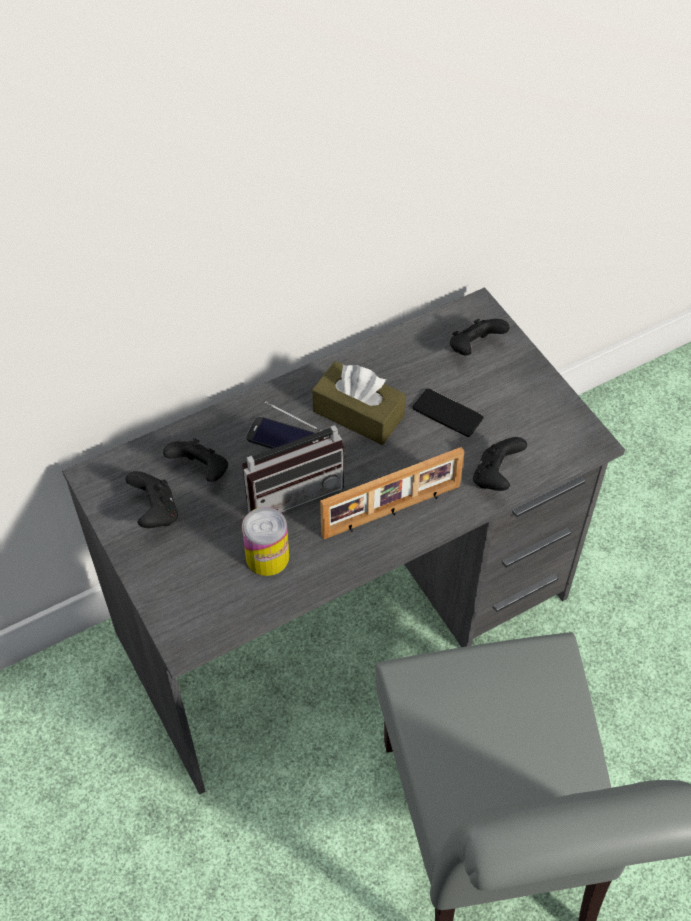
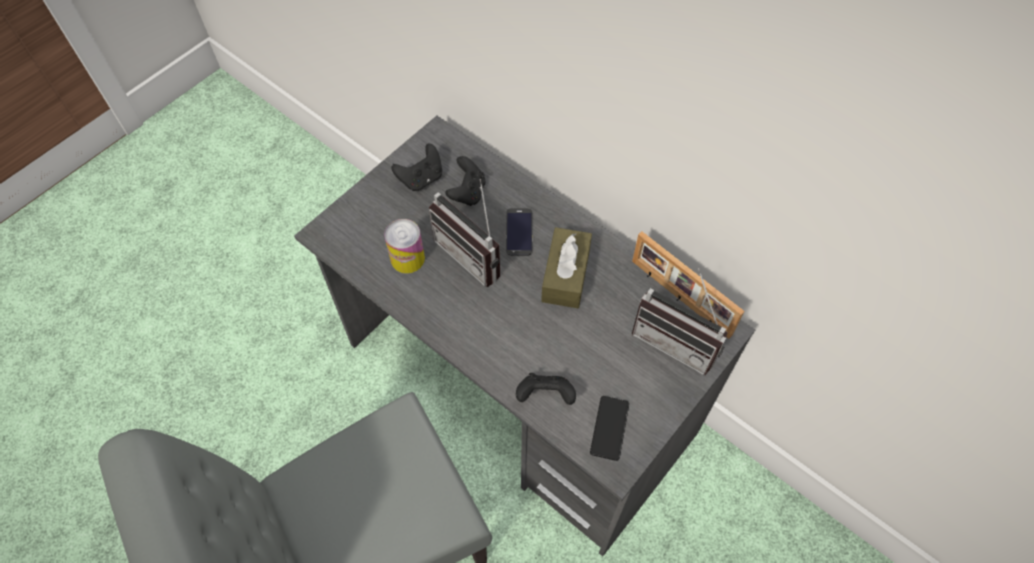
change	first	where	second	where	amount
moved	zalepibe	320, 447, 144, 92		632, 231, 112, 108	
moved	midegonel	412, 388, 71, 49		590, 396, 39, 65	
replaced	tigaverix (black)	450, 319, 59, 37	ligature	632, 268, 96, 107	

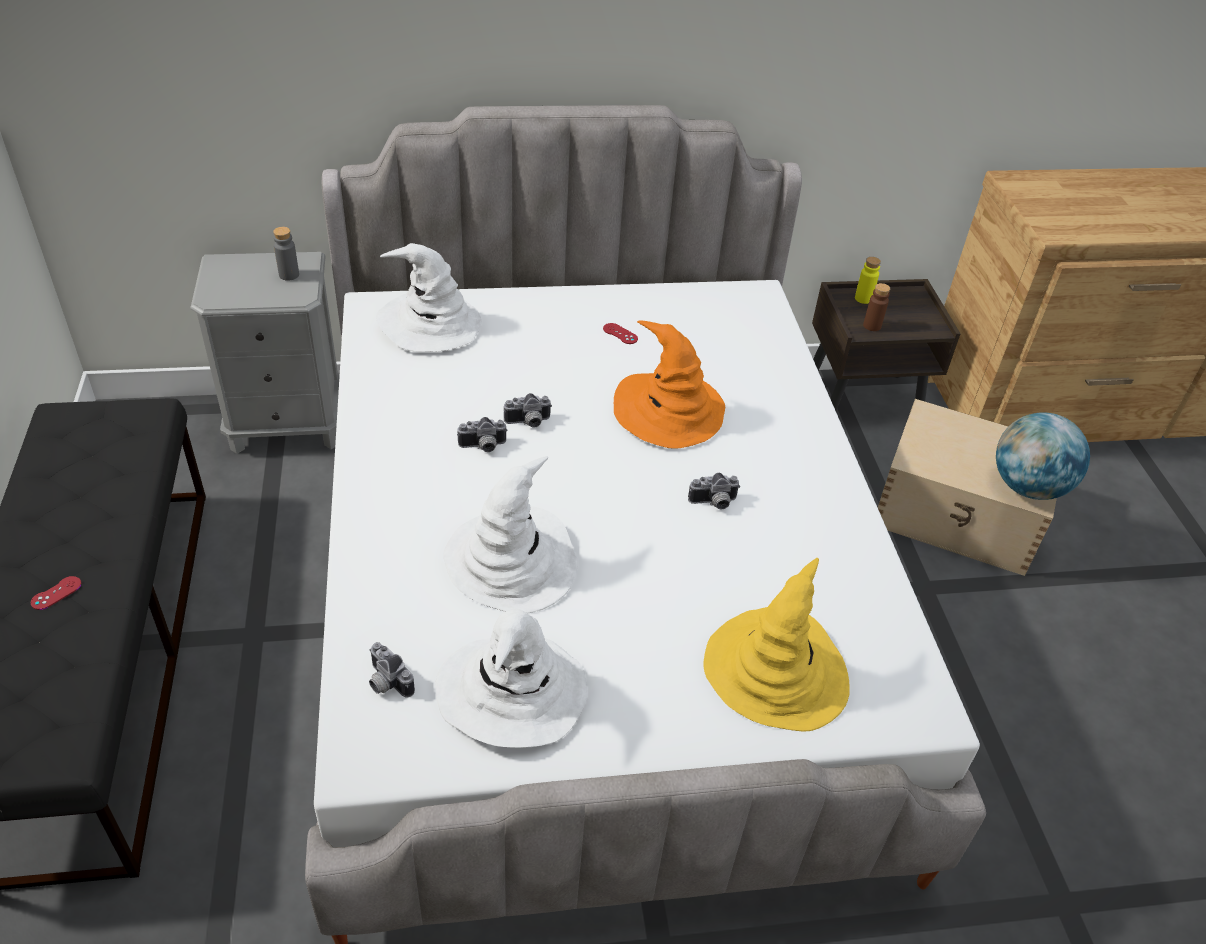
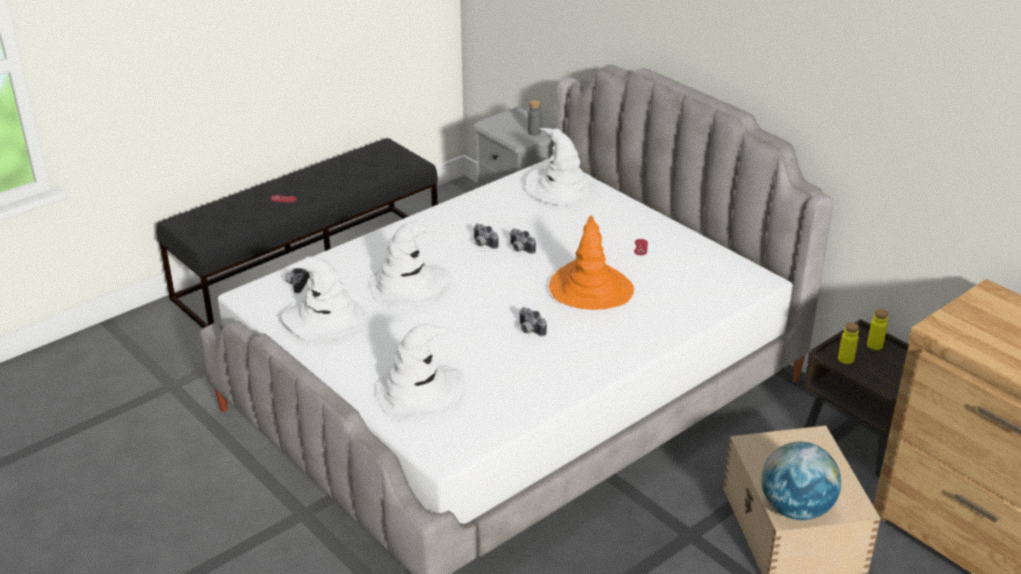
change	first	where	second	where	amount
recoloured	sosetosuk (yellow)	704, 558, 146, 174	sosetosuk (white)	376, 324, 90, 98	
recoloured	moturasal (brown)	863, 283, 27, 48	moturasal (yellow)	838, 322, 21, 42	

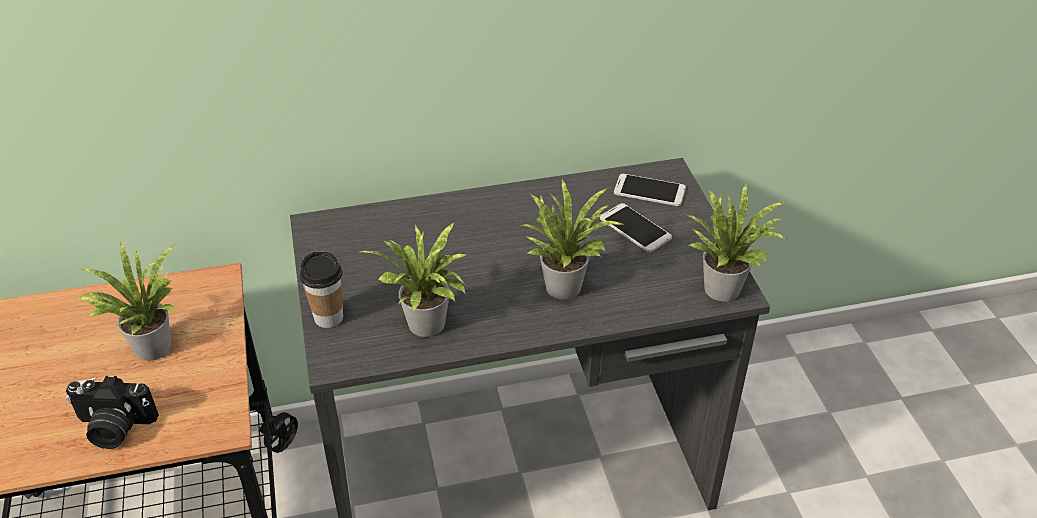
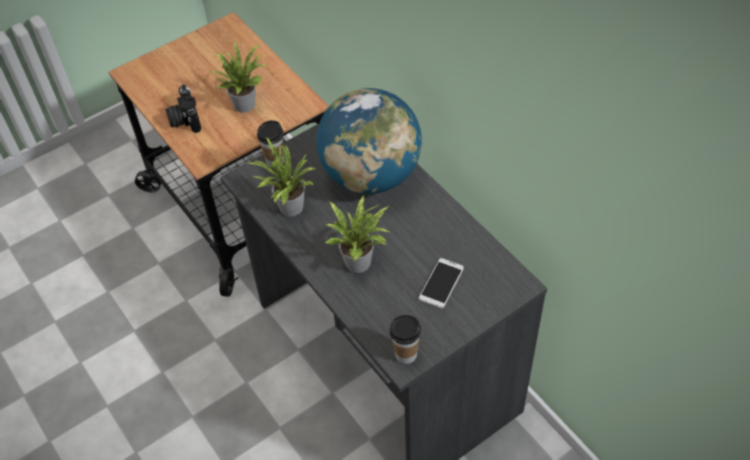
change	first	where	second	where	amount
removed	midegonel	614, 174, 72, 32			
added			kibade	316, 88, 106, 106	
replaced	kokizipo	686, 183, 101, 119	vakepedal	390, 315, 31, 49	

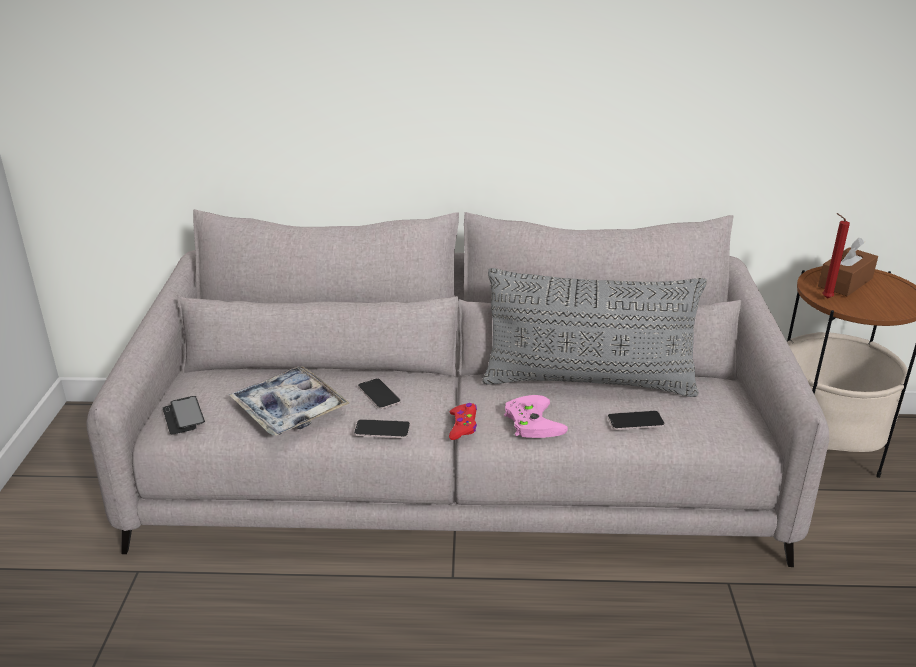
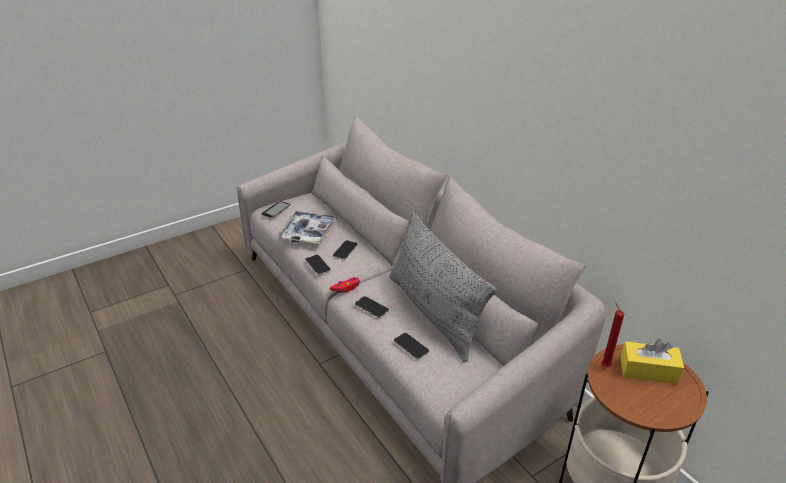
change	first	where	second	where	amount
replaced	tigaverix (pink)	504, 395, 64, 43	midegonel	355, 296, 34, 22	
recoloured	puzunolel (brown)	818, 238, 60, 58	puzunolel (yellow)	620, 339, 64, 45	

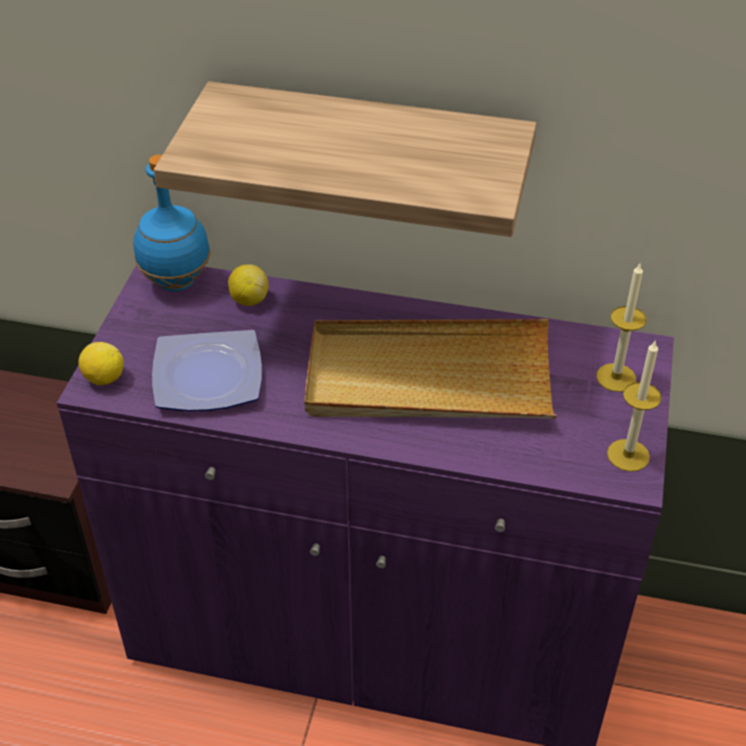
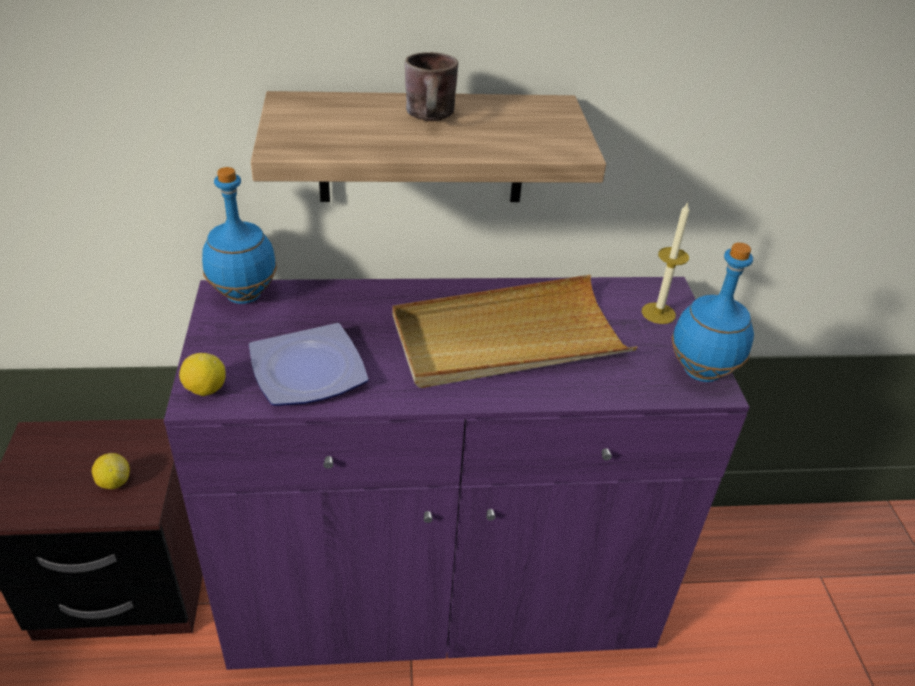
change	first	where	second	where	amount
added			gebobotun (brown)	405, 52, 53, 69	
moved	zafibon	228, 264, 41, 42		92, 453, 38, 36	
replaced	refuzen	607, 341, 55, 131	moturasal (blue)	672, 242, 82, 140	

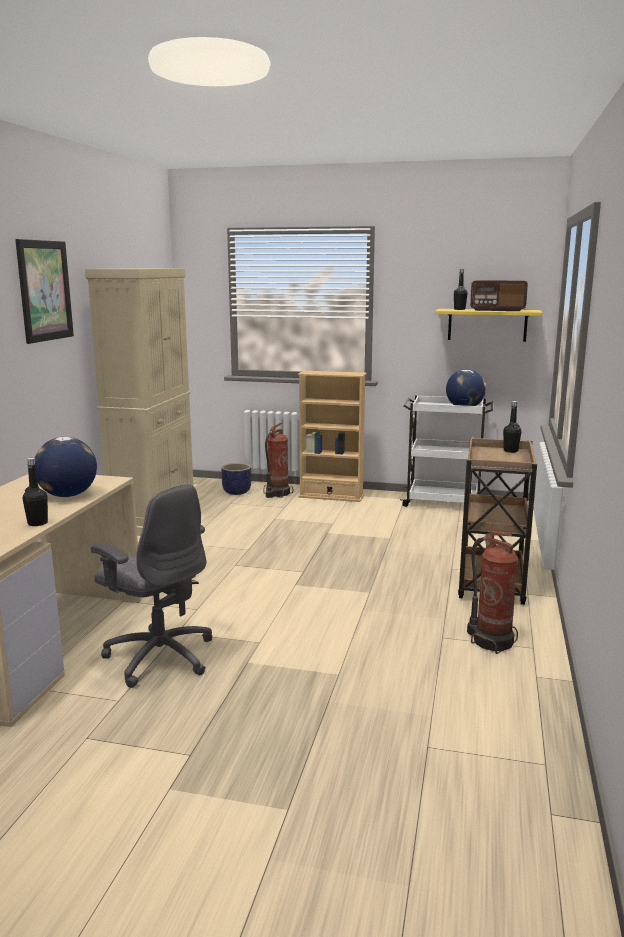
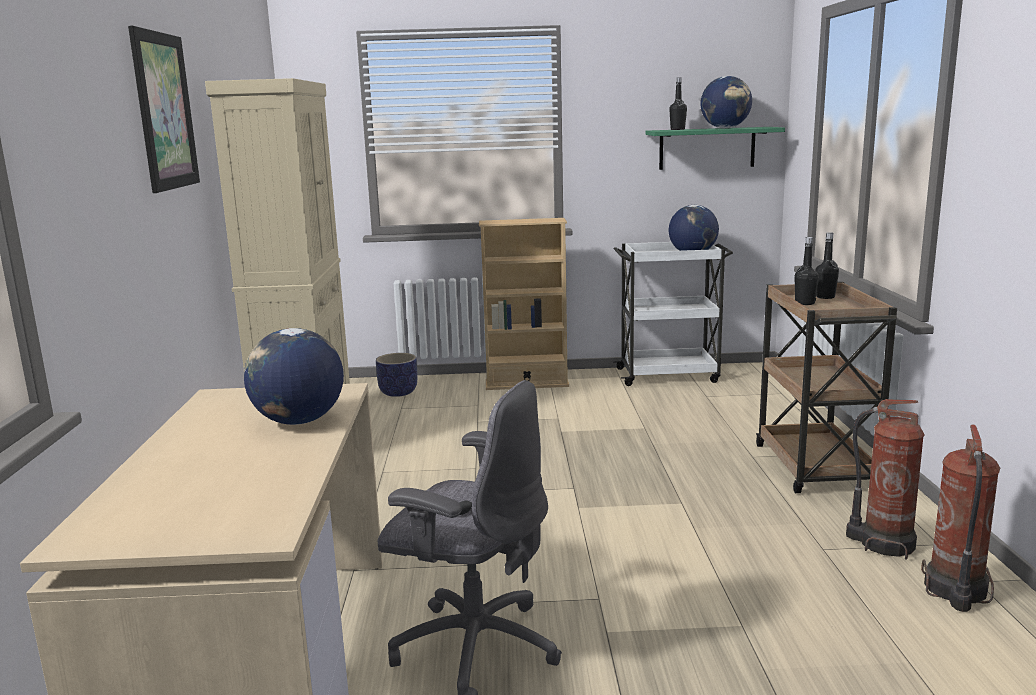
change	first	where	second	where	amount
moved	moturasal (black)	23, 458, 25, 68		795, 237, 24, 68	
moved	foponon	263, 423, 30, 75		921, 424, 79, 188	
replaced	ligature	470, 280, 58, 31	kibade	701, 76, 51, 52	
recoloured	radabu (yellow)	435, 309, 108, 33	radabu (green)	645, 127, 140, 43	

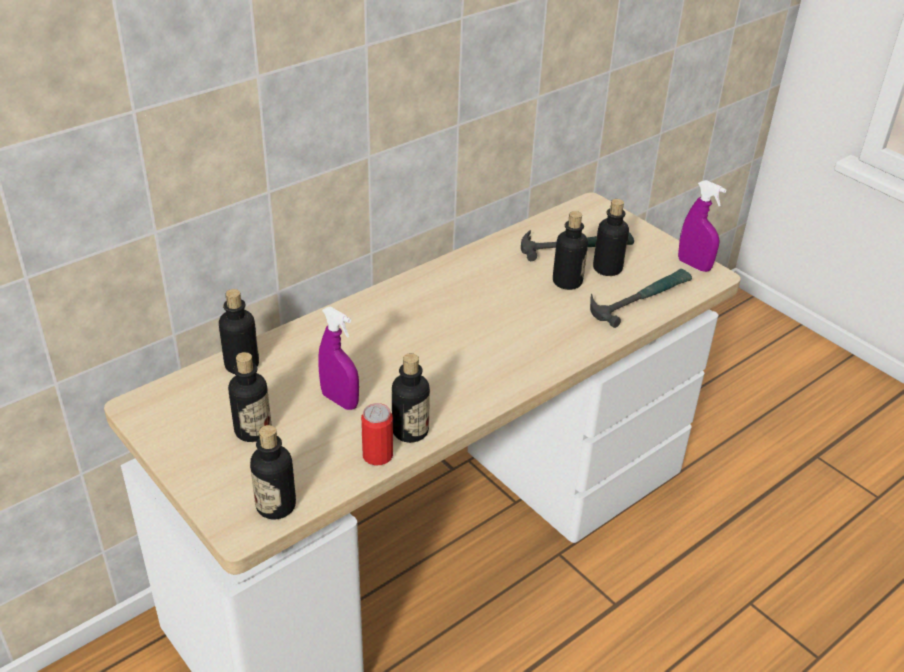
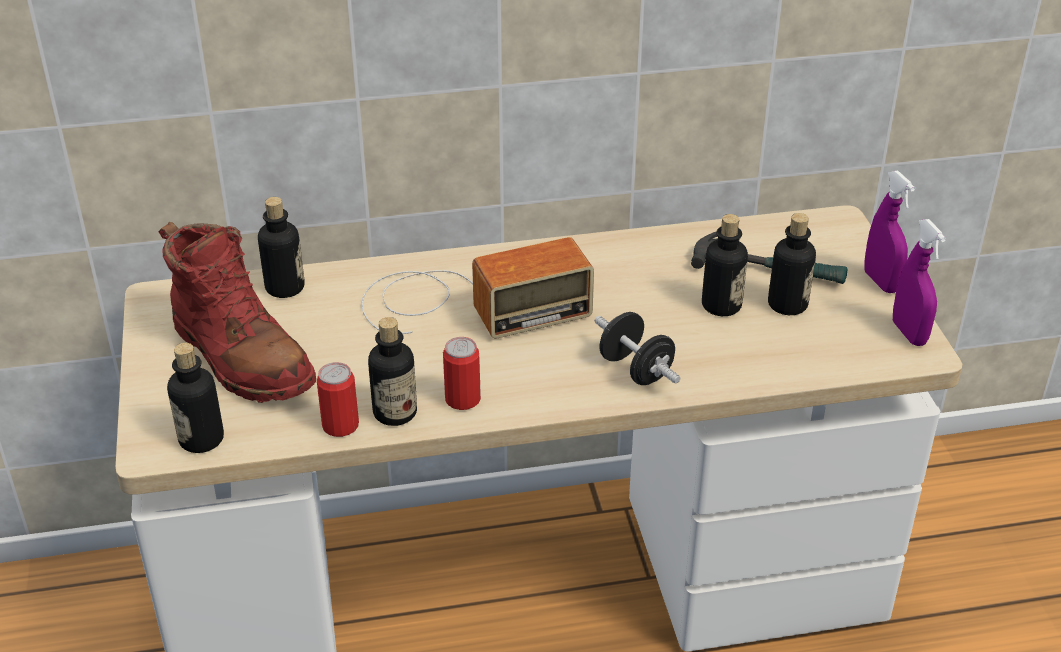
change	first	where	second	where	amount
removed	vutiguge	590, 269, 102, 59			
added			ligature	361, 237, 233, 102	
added			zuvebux	443, 337, 38, 73	
added			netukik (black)	595, 312, 85, 73	
moved	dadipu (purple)	318, 307, 41, 103		864, 170, 51, 123	
replaced	moturasal	228, 352, 44, 90	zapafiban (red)	158, 222, 158, 181	

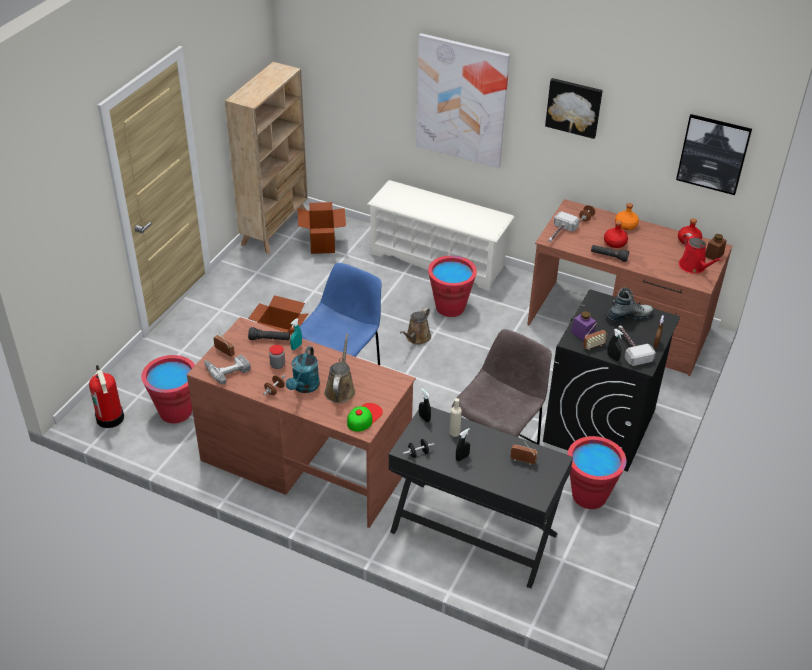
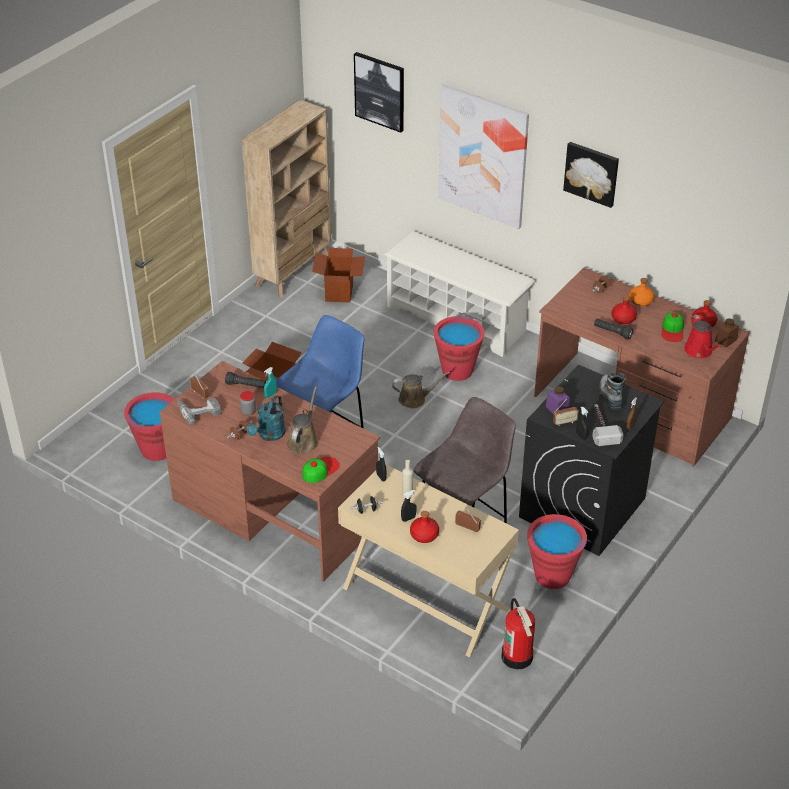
change	first	where	second	where	amount
removed	vutiguge	548, 211, 32, 31			
added			moturasal (red)	410, 511, 29, 32	
added			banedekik	662, 312, 22, 30	
moved	foponon	89, 365, 35, 63		501, 598, 34, 71	
moved	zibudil	676, 114, 76, 81		354, 52, 50, 81	
recoloured	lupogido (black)	389, 406, 184, 182	lupogido (beige)	338, 464, 181, 194	
turned	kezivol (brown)	400, 307, 31, 38		392, 371, 58, 37	135 degrees counterclockwise
turned	zapafiban	606, 287, 48, 35		598, 372, 28, 38	90 degrees counterclockwise

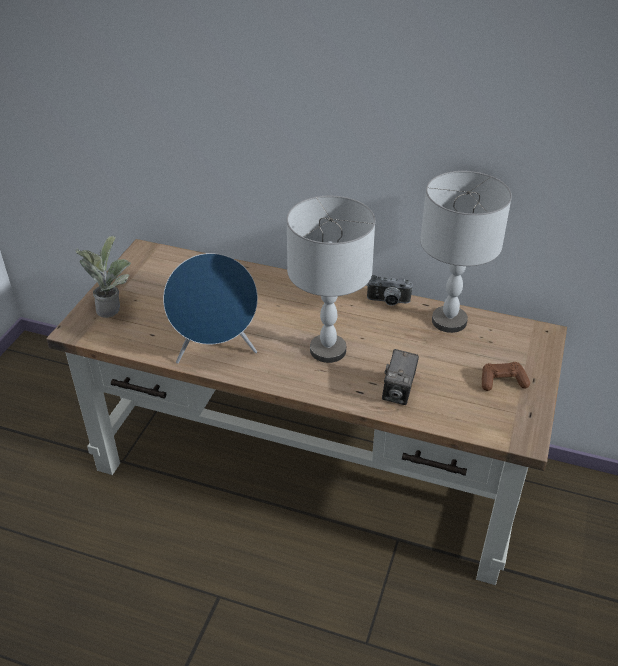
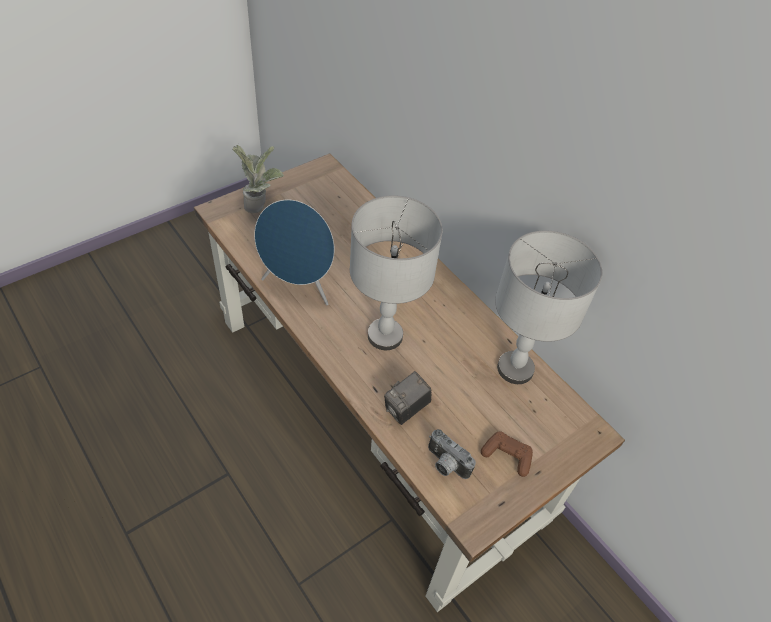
change	first	where	second	where	amount
moved	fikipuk	367, 275, 45, 31		428, 429, 48, 50	

